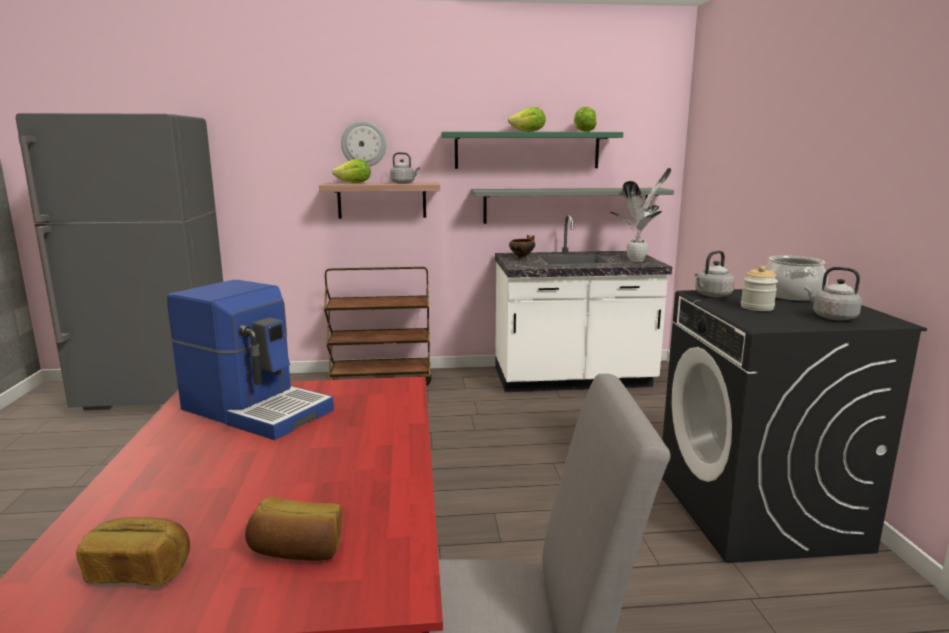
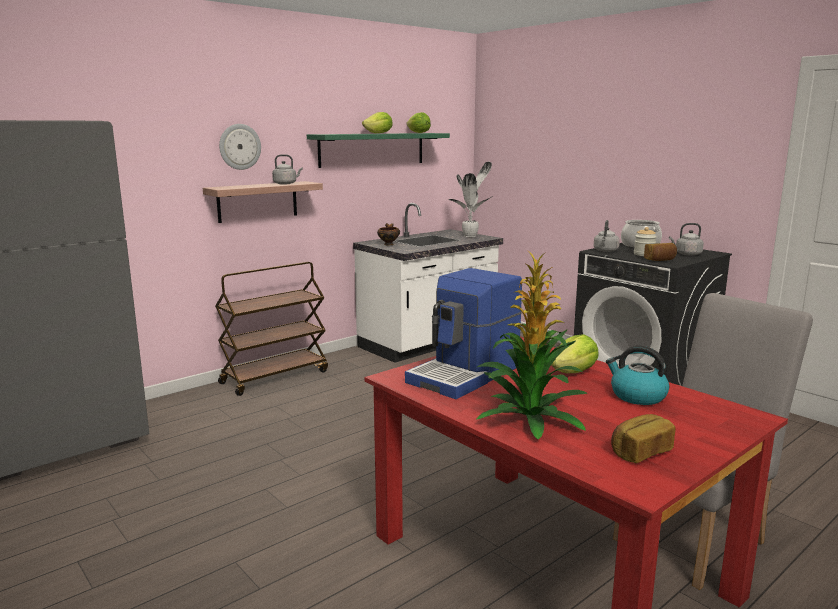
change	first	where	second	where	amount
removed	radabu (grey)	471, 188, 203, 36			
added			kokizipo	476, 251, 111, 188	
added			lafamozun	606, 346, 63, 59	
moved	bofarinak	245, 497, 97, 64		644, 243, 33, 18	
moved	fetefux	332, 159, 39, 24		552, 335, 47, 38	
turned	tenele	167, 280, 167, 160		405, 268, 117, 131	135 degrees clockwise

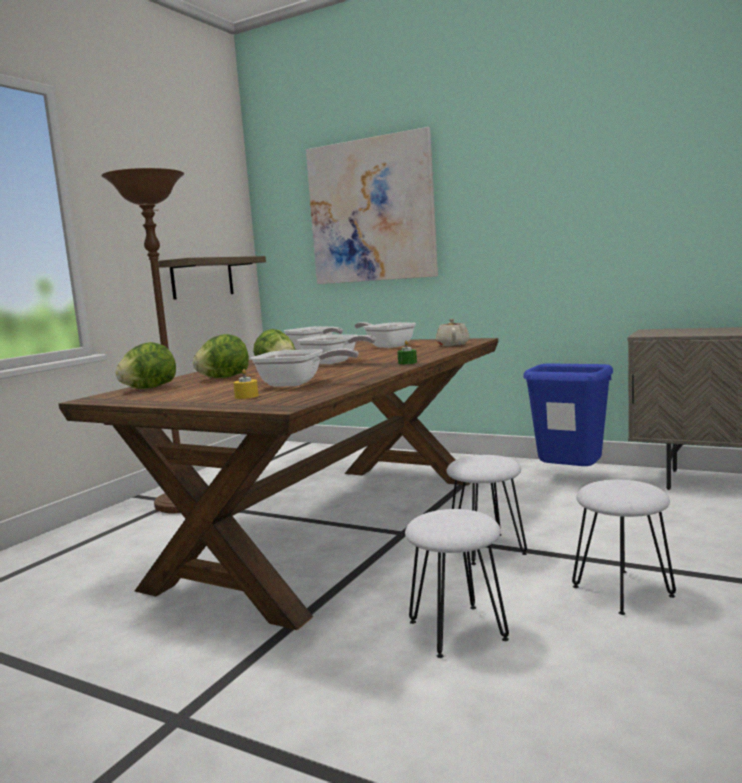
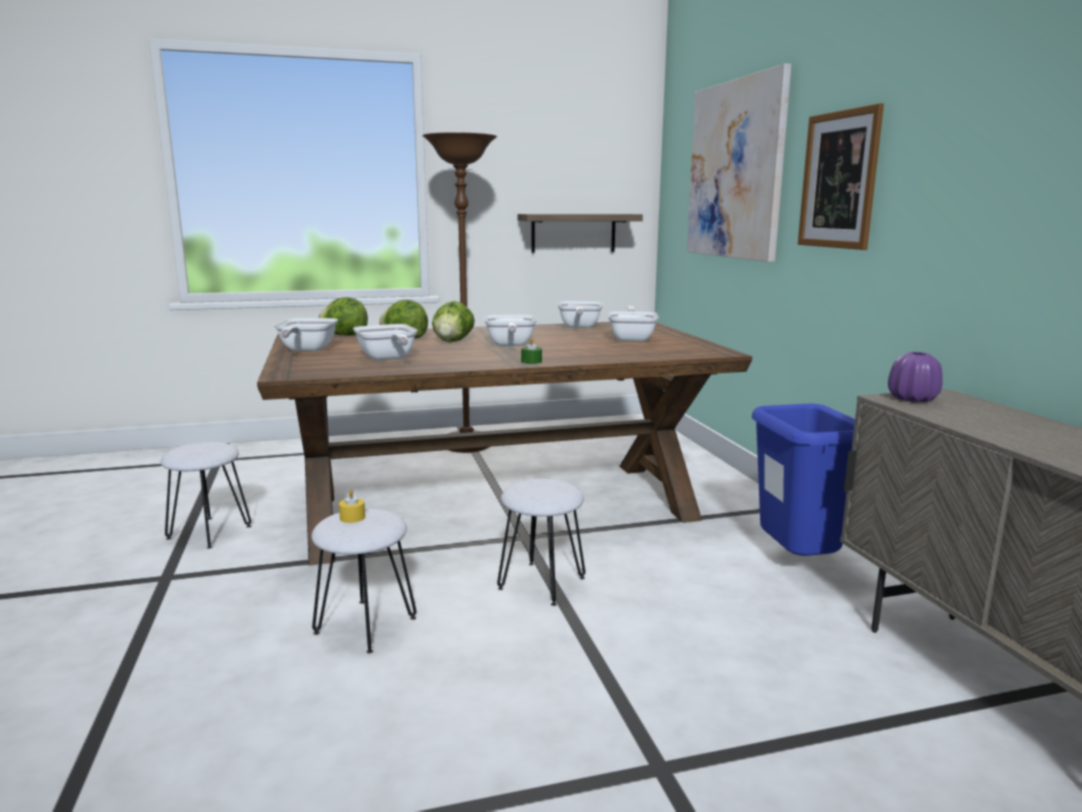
change	first	where	second	where	amount
removed	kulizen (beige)	436, 319, 34, 27			
added			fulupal	274, 318, 64, 33	
added			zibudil	798, 103, 86, 147	
added			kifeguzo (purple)	888, 352, 55, 50	
moved	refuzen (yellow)	233, 369, 26, 30		339, 490, 26, 33	
moved	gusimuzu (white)	572, 480, 104, 135		161, 442, 90, 107	

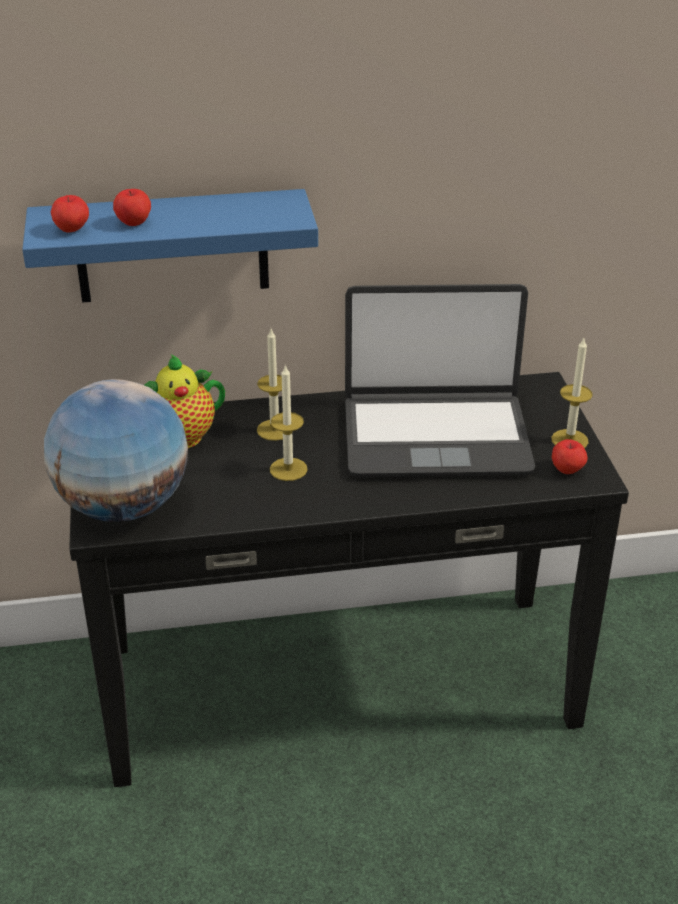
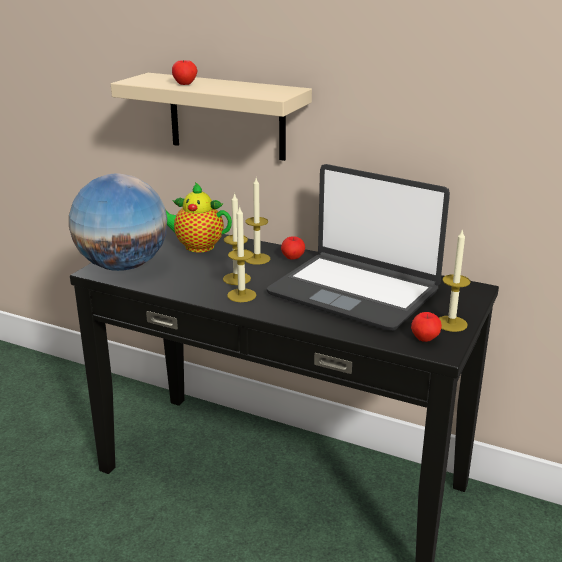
change	first	where	second	where	amount
added			refuzen	227, 206, 30, 96	
moved	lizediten	51, 195, 38, 38		281, 236, 24, 24	
recoloured	radabu (blue)	22, 189, 296, 114	radabu (beige)	111, 73, 201, 88	

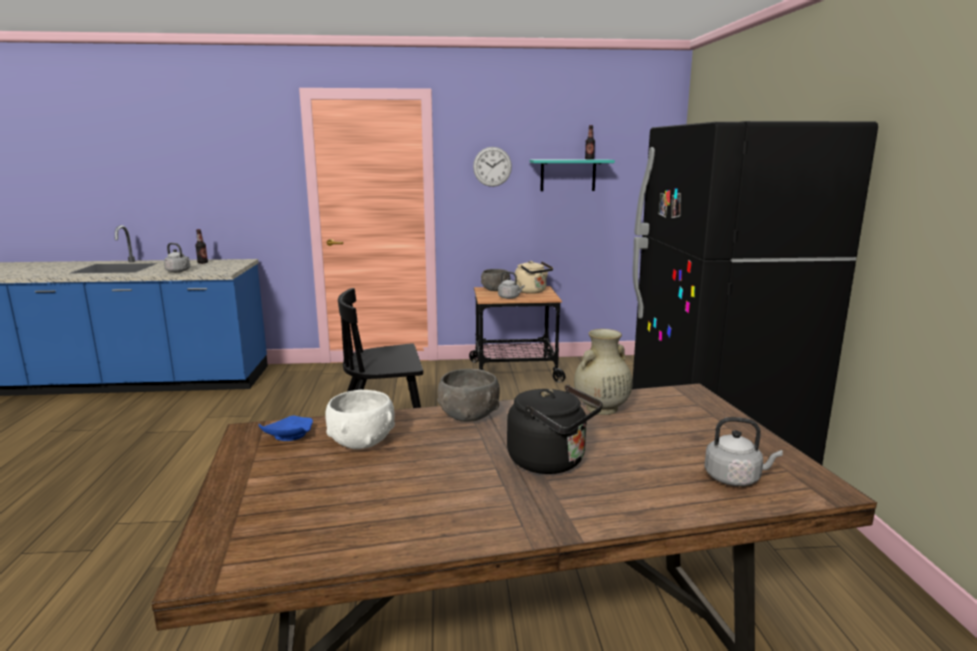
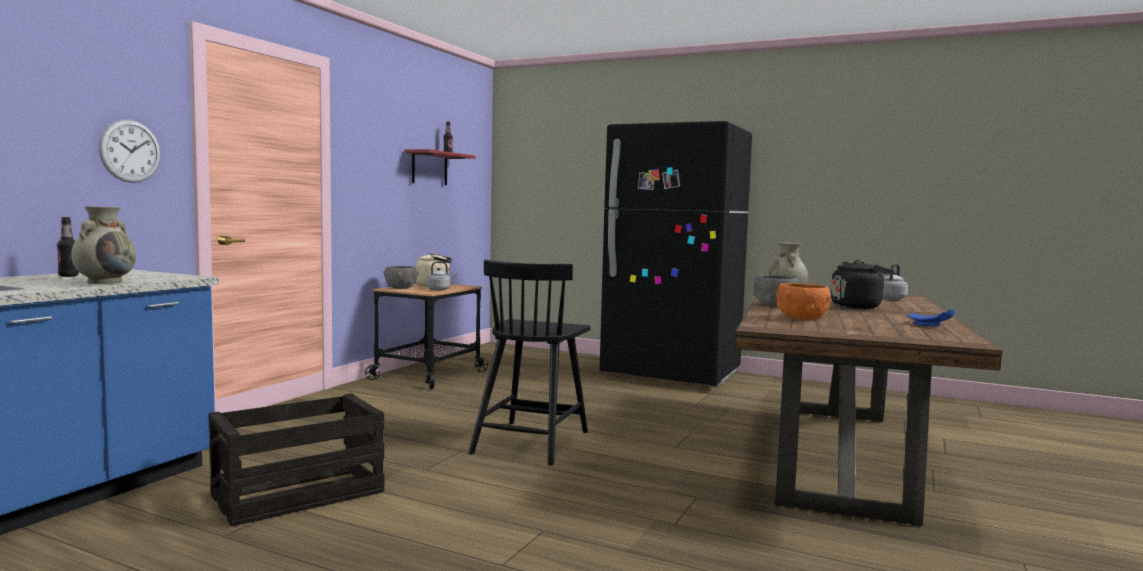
change	first	where	second	where	amount
added			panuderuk	209, 393, 175, 134	
moved	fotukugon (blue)	259, 416, 54, 25		907, 309, 48, 17	
moved	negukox	473, 147, 39, 40		99, 120, 61, 63	
replaced	lafamozun (grey)	164, 243, 26, 29	kifeguzo (beige)	71, 206, 65, 78	
recoloured	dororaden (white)	325, 390, 70, 59	dororaden (orange)	776, 283, 55, 37	
recoloured	radabu (turquoise)	530, 159, 85, 32	radabu (red)	404, 149, 72, 36	

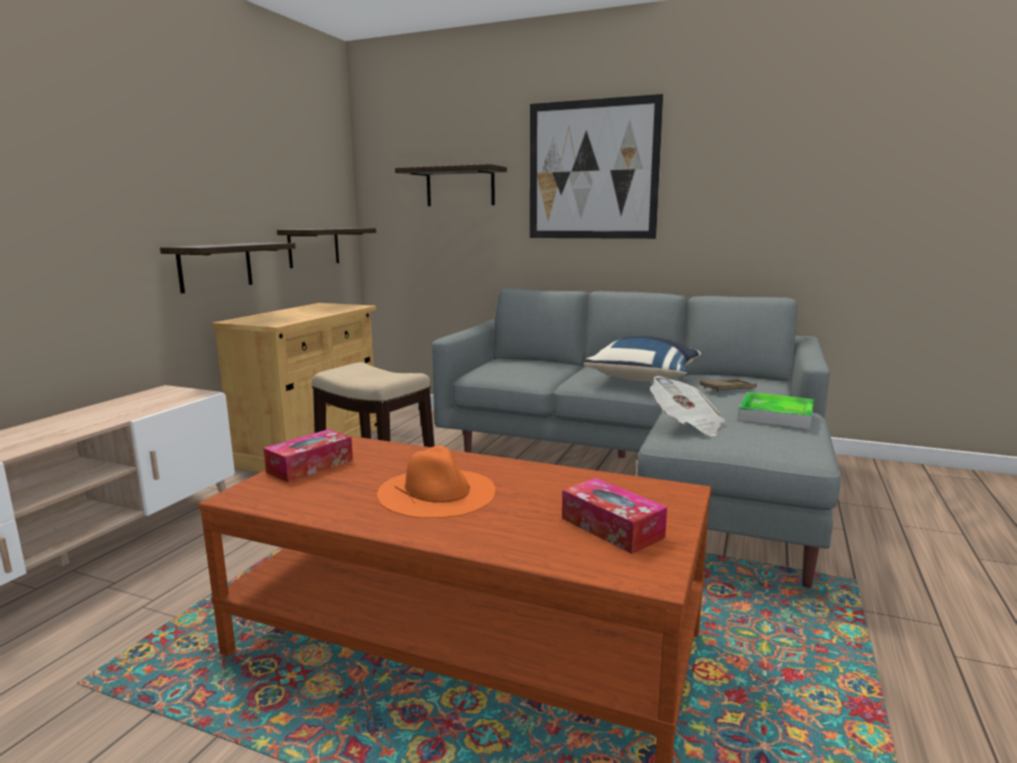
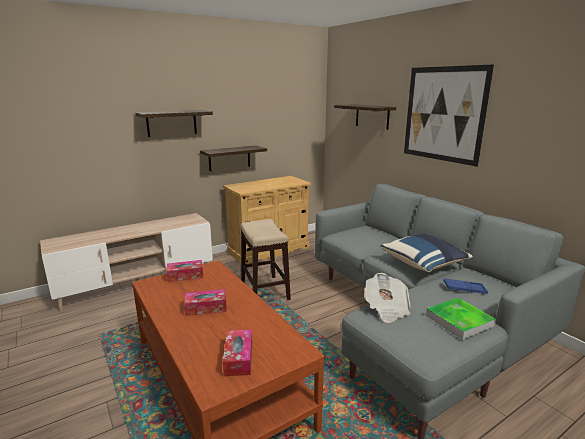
change	first	where	second	where	amount
moved	radabu	277, 228, 99, 40		136, 110, 77, 27	
replaced	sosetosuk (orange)	377, 446, 118, 72	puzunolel	184, 289, 43, 27	
recoloured	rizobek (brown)	700, 379, 57, 13	rizobek (blue)	444, 278, 44, 16	

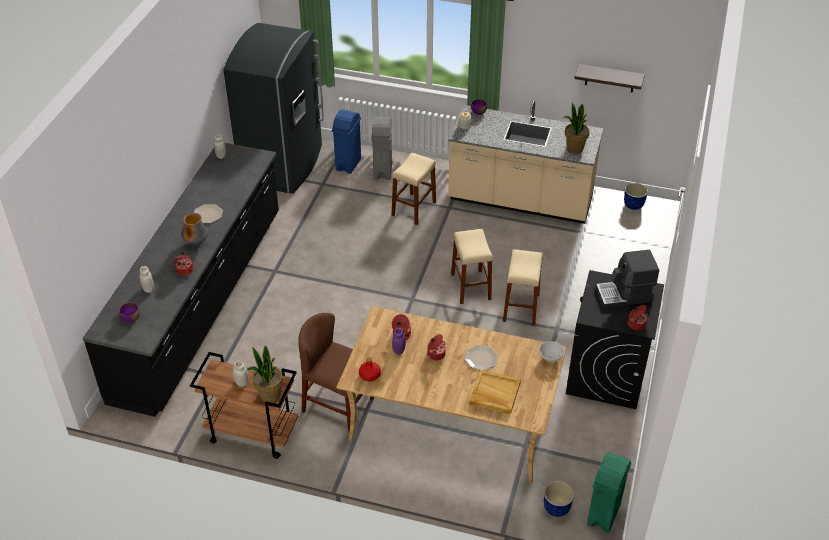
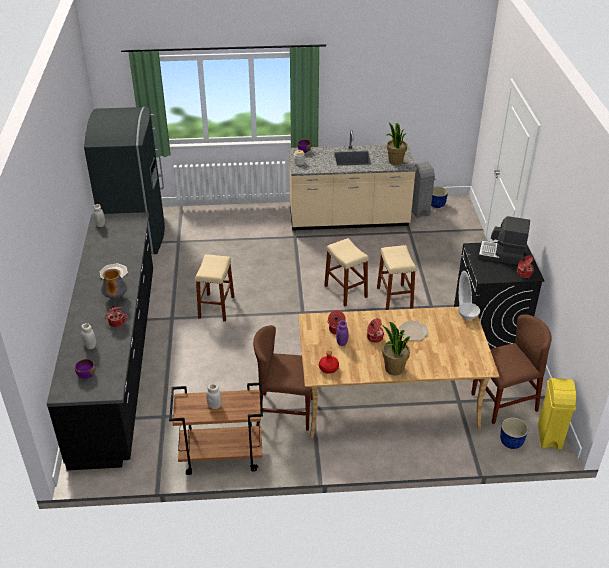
change	first	where	second	where	amount
removed	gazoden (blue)	332, 109, 29, 65			
removed	rizobek (beige)	469, 370, 52, 44			
removed	radabu	574, 64, 71, 29			
added			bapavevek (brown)	471, 314, 80, 110	
moved	kokizipo	247, 346, 36, 57		382, 322, 28, 53	
moved	gazoden (grey)	371, 117, 21, 63		412, 161, 24, 57	
moved	gusimuzu (beige)	391, 153, 45, 72		195, 254, 39, 67	
recoloured	gazoden (green)	587, 452, 45, 81	gazoden (yellow)	538, 378, 38, 72	
turned	tenele	595, 250, 64, 58		478, 216, 52, 49	45 degrees clockwise

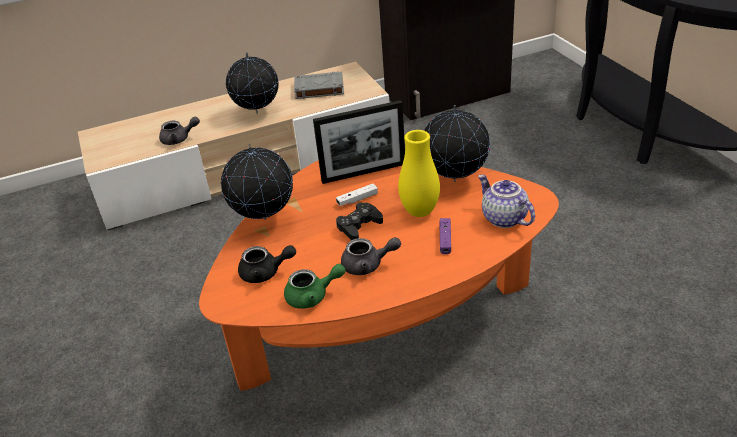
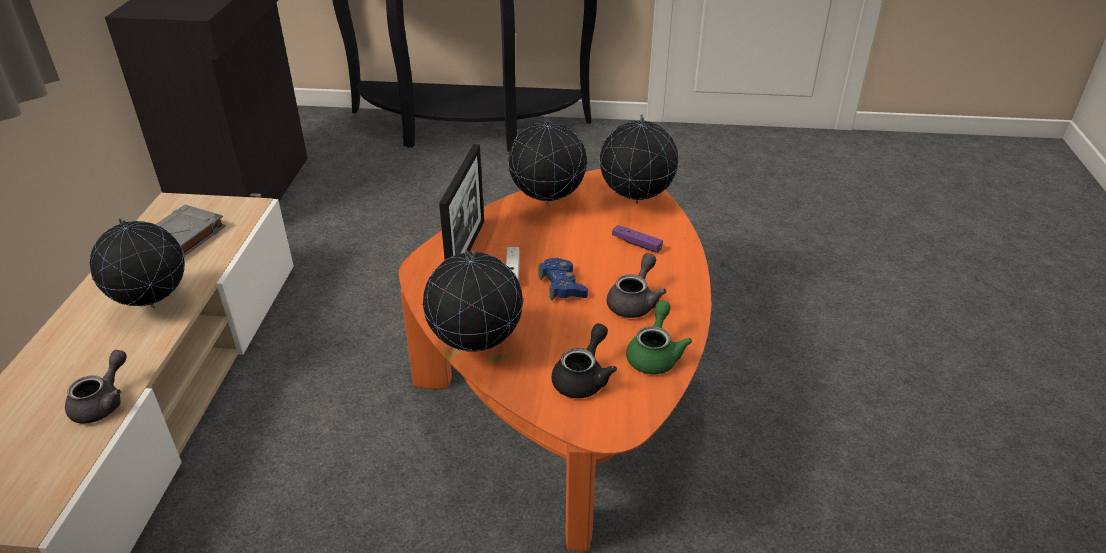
change	first	where	second	where	amount
removed	kifeguzo (yellow)	398, 130, 42, 87			
replaced	kulizen	478, 175, 57, 53	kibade	600, 115, 79, 88	
recoloured	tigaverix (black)	336, 202, 47, 38	tigaverix (blue)	539, 258, 49, 43	

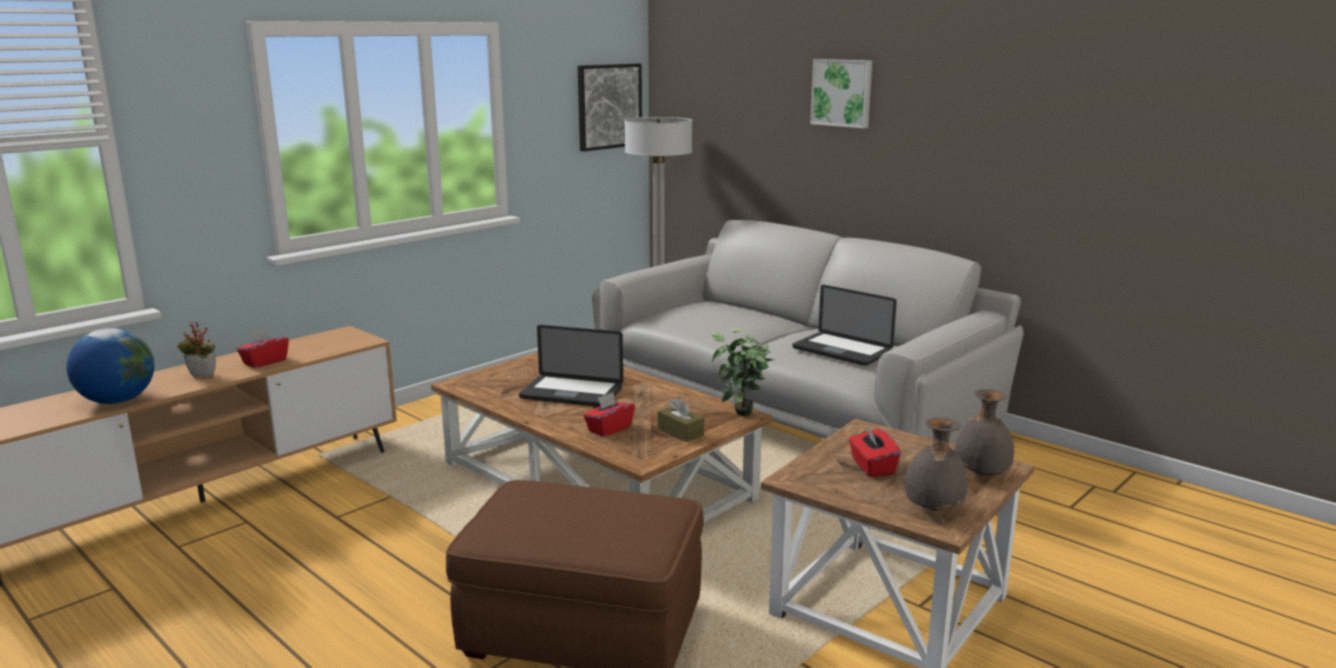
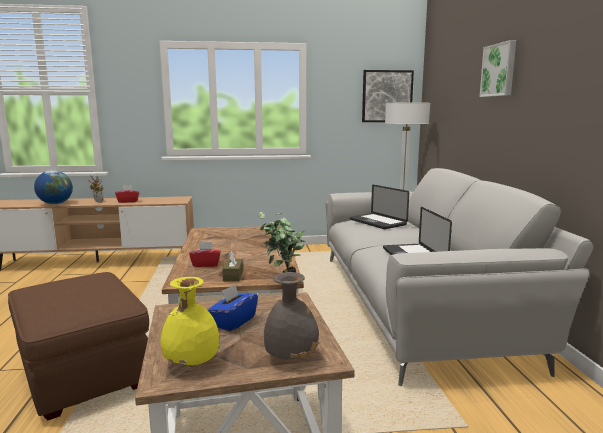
change	first	where	second	where	amount
moved	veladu	519, 325, 104, 82		350, 185, 59, 44	
recoloured	puzunolel (red)	849, 425, 52, 52	puzunolel (blue)	208, 284, 50, 47	
recoloured	kifeguzo (grey)	905, 417, 62, 95	kifeguzo (yellow)	161, 277, 59, 90	

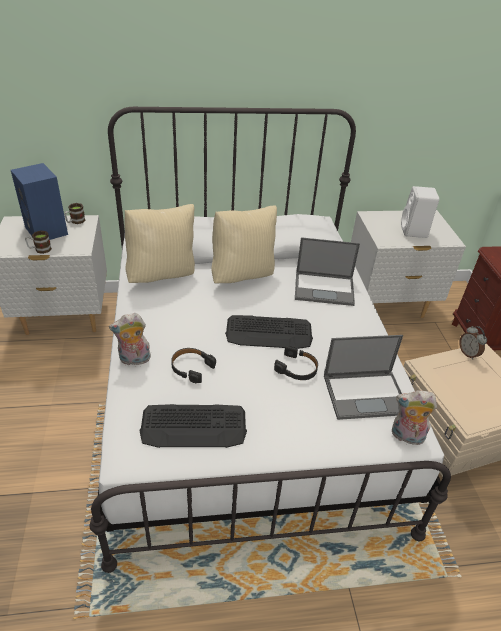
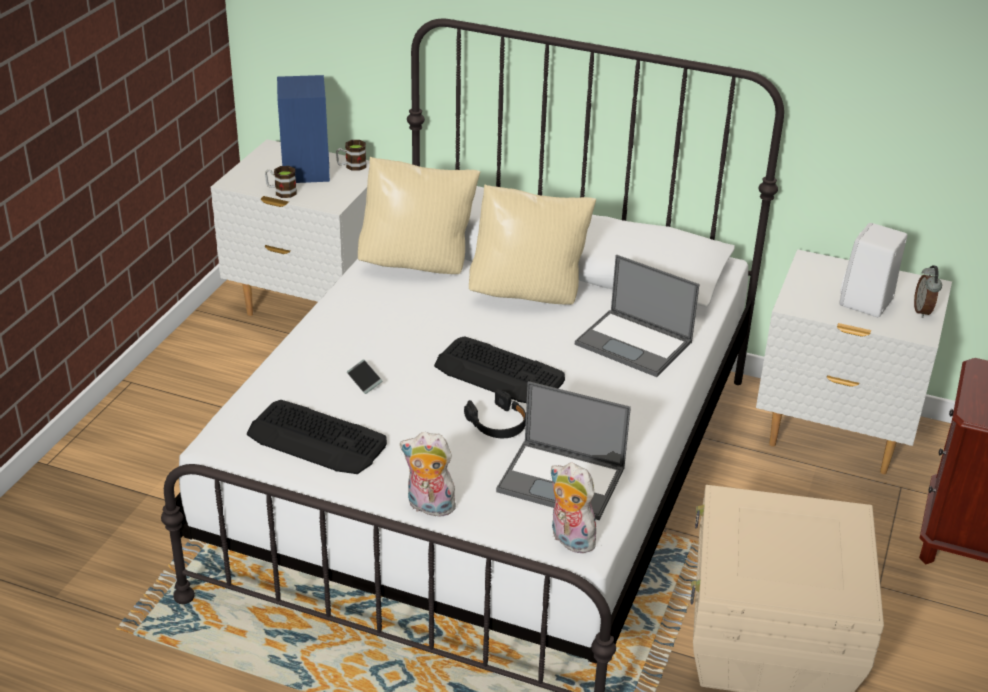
change	first	where	second	where	amount
moved	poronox	109, 313, 42, 52		400, 432, 61, 85	
moved	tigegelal	459, 326, 28, 34		914, 265, 28, 53	
replaced	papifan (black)	171, 348, 45, 35	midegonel	347, 359, 35, 35	

